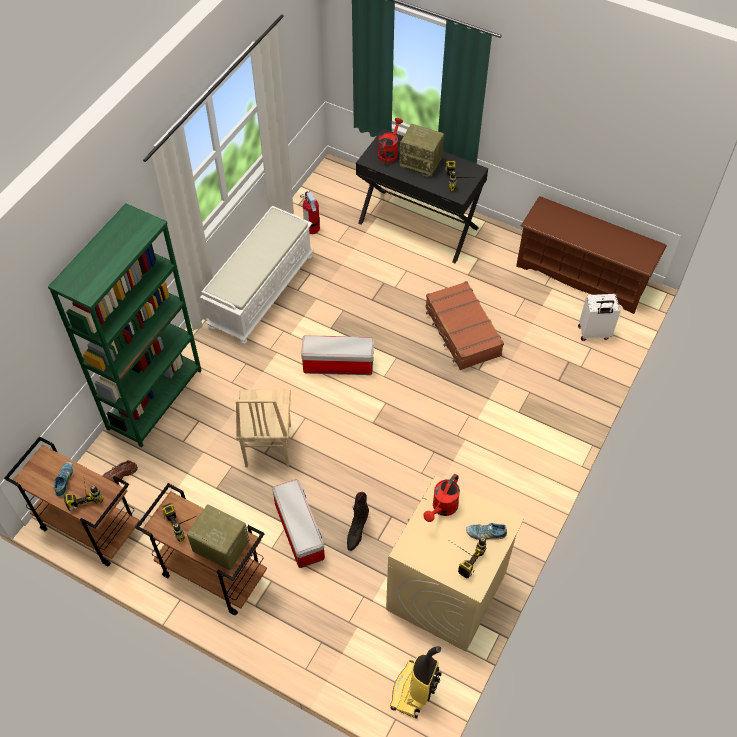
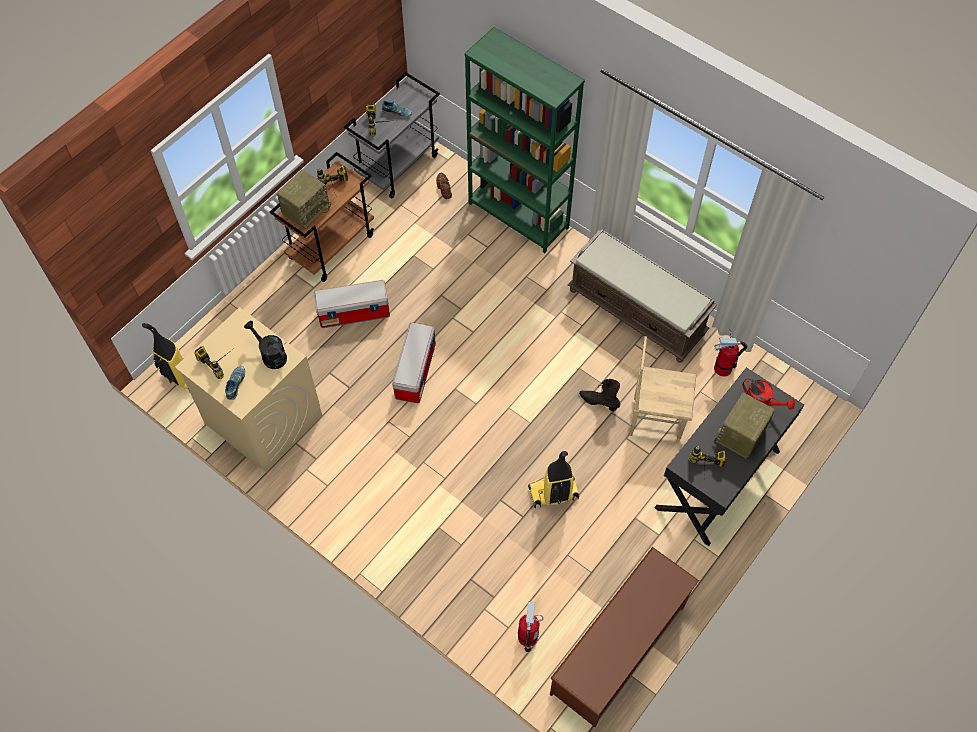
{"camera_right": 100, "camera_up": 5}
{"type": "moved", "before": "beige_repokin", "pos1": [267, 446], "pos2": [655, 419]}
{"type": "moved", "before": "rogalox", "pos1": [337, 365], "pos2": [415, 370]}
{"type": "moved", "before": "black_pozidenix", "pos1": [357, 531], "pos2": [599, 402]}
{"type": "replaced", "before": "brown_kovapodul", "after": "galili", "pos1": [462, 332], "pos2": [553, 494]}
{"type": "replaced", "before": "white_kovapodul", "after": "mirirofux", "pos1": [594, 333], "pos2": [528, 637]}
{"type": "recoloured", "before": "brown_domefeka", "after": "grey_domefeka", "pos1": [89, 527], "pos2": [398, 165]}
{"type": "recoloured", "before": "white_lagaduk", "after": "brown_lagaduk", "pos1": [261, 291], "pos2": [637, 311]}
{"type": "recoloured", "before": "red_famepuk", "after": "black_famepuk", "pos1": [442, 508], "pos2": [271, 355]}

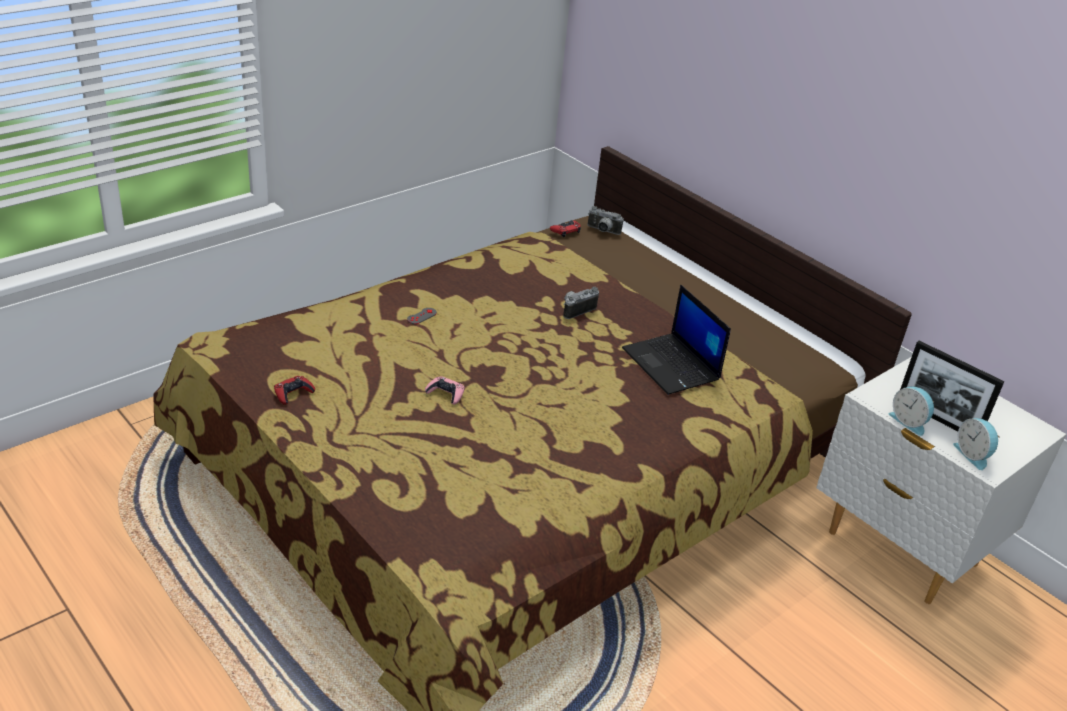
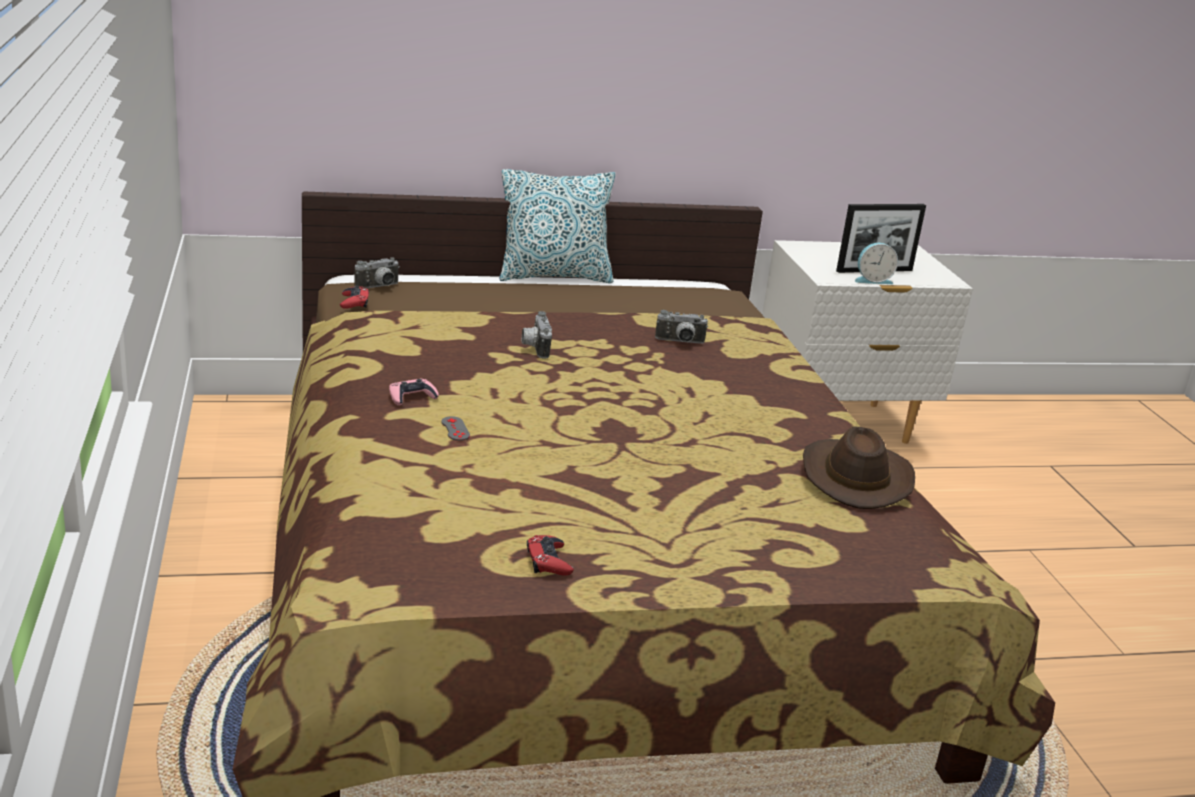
{"camera_right": -60, "camera_up": -10}
{"type": "removed", "before": "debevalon", "pos1": [973, 455]}
{"type": "added", "after": "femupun", "pos2": [554, 276]}
{"type": "added", "after": "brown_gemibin", "pos2": [854, 477]}
{"type": "moved", "before": "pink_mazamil", "pos1": [445, 393], "pos2": [412, 397]}
{"type": "replaced", "before": "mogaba", "after": "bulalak", "pos1": [672, 365], "pos2": [680, 342]}

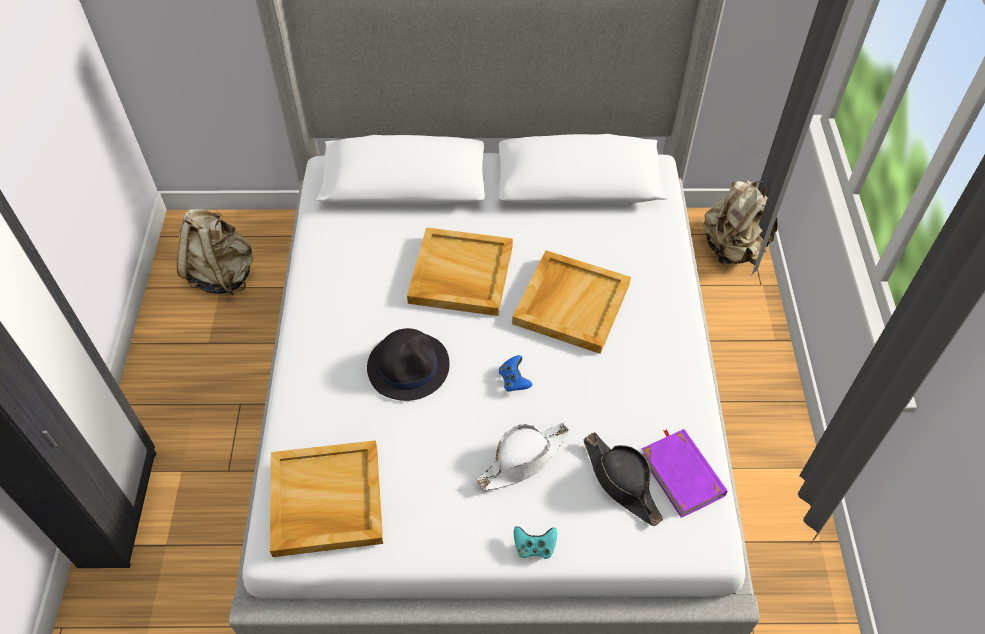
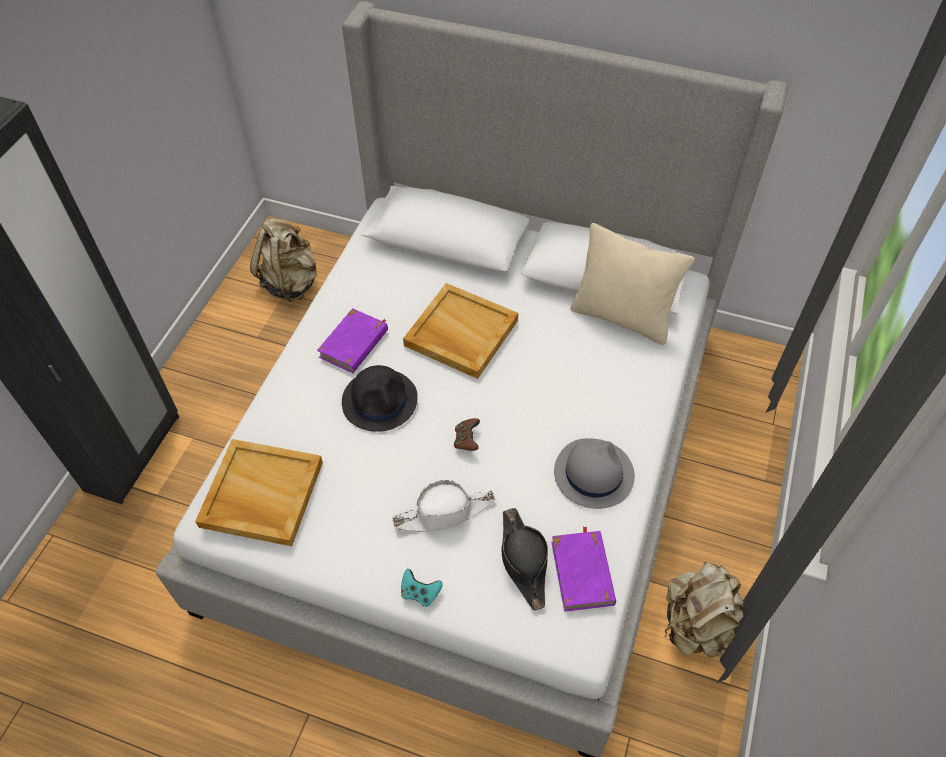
{"camera_right": 20, "camera_up": 0}
{"type": "removed", "before": "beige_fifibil", "pos1": [571, 303]}
{"type": "added", "after": "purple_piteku", "pos2": [354, 344]}
{"type": "added", "after": "grey_gemibin", "pos2": [593, 473]}
{"type": "added", "after": "beige_femupun", "pos2": [622, 317]}
{"type": "moved", "before": "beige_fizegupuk", "pos1": [732, 249], "pos2": [697, 625]}
{"type": "recoloured", "before": "blue_mazamil", "after": "brown_mazamil", "pos1": [514, 380], "pos2": [466, 440]}

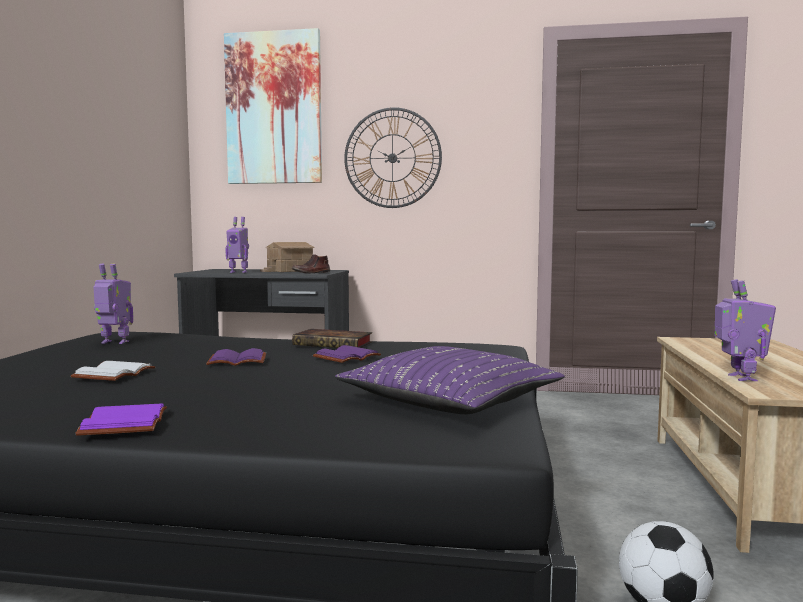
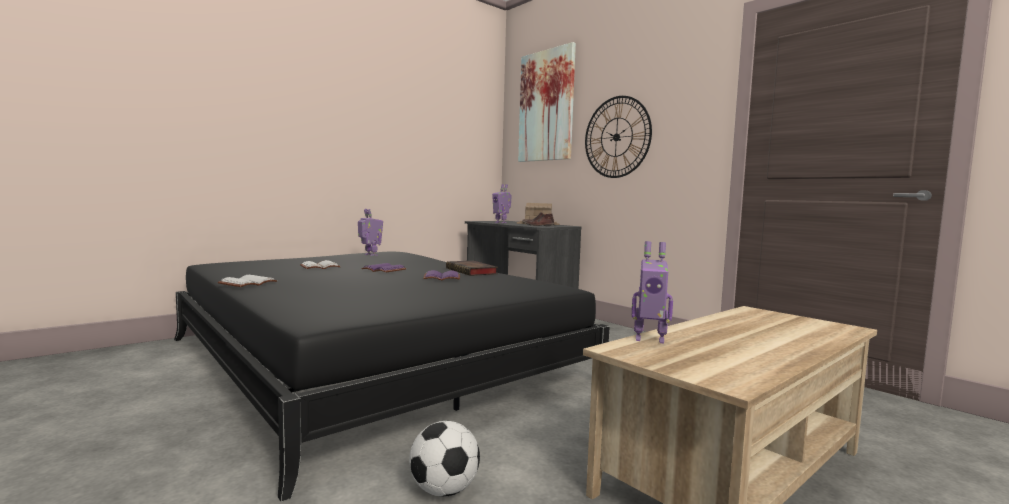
{"camera_right": 40, "camera_up": 0}
{"type": "removed", "before": "purple_femupun", "pos1": [450, 401]}
{"type": "recoloured", "before": "purple_piteku", "after": "white_piteku", "pos1": [122, 423], "pos2": [248, 283]}
{"type": "turned", "before": "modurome", "pos1": [740, 378], "pos2": [649, 339], "turn": 60}

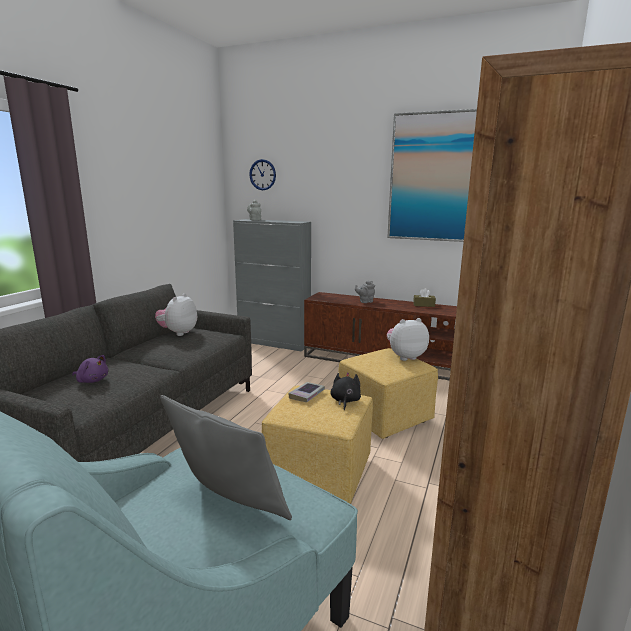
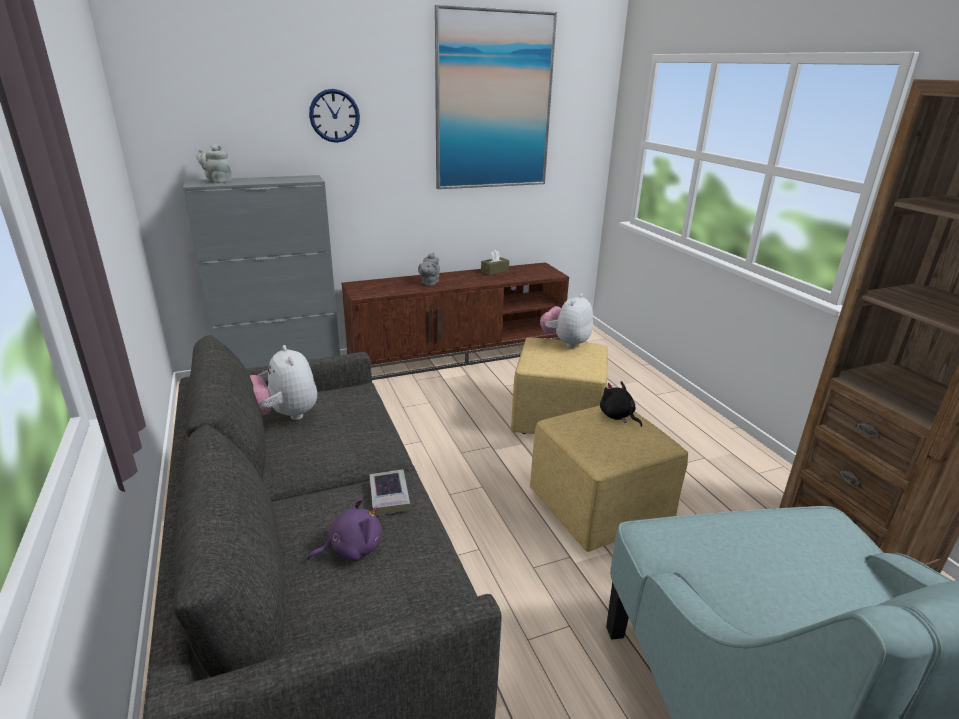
{"camera_right": -45, "camera_up": 10}
{"type": "removed", "before": "grey_femupun", "pos1": [230, 507]}
{"type": "moved", "before": "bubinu", "pos1": [262, 175], "pos2": [334, 116]}
{"type": "moved", "before": "piteku", "pos1": [307, 394], "pos2": [389, 495]}

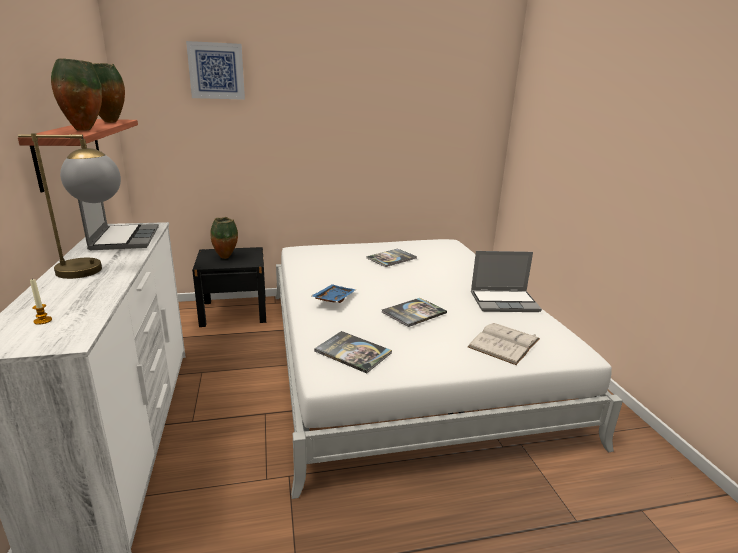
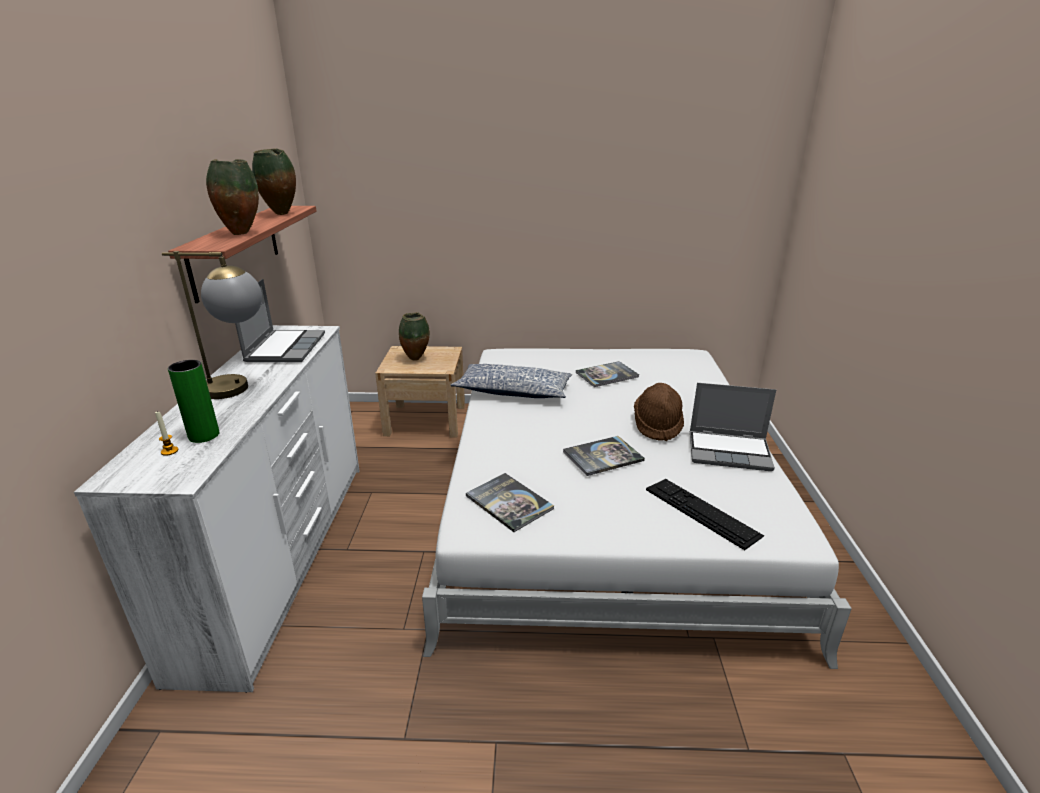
{"camera_right": 15, "camera_up": 5}
{"type": "removed", "before": "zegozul", "pos1": [216, 71]}
{"type": "removed", "before": "blue_fifibil", "pos1": [333, 299]}
{"type": "added", "after": "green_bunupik", "pos2": [204, 435]}
{"type": "added", "after": "femupun", "pos2": [513, 391]}
{"type": "added", "after": "brown_gemibin", "pos2": [657, 425]}
{"type": "replaced", "before": "white_piteku", "after": "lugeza", "pos1": [504, 343], "pos2": [701, 512]}
{"type": "recoloured", "before": "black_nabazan", "after": "beige_nabazan", "pos1": [234, 311], "pos2": [425, 420]}

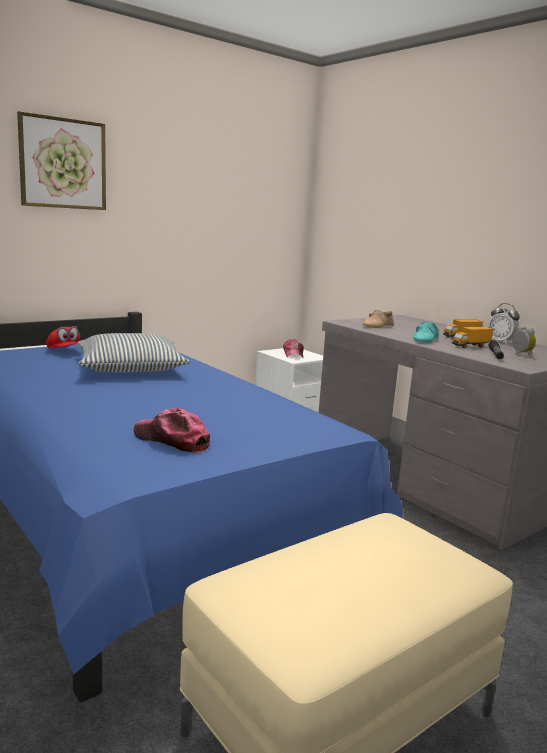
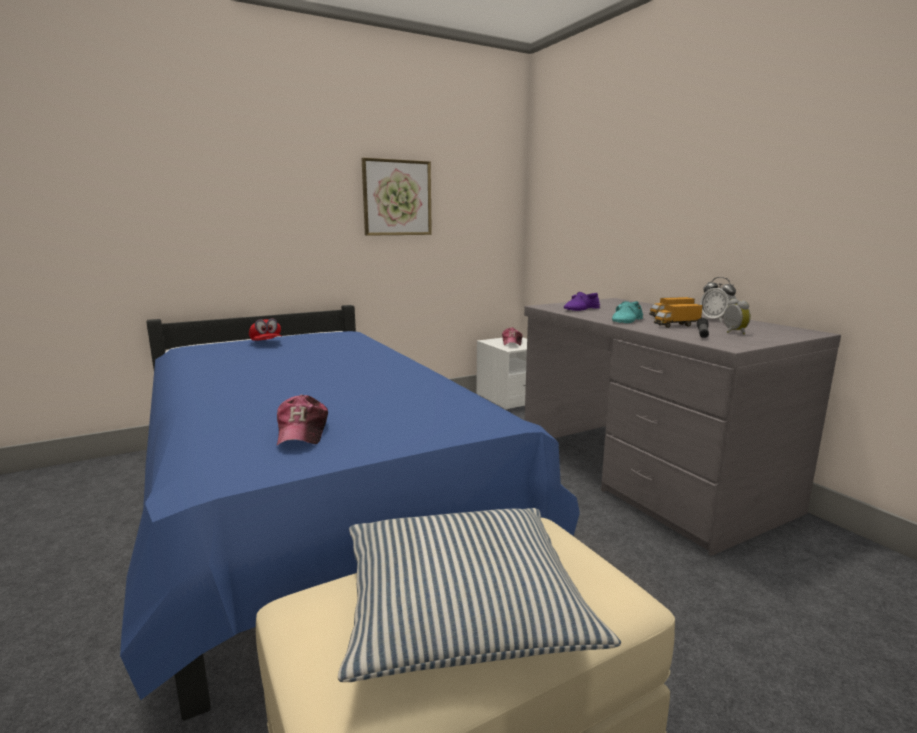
{"camera_right": 10, "camera_up": 0}
{"type": "moved", "before": "zegozul", "pos1": [63, 163], "pos2": [397, 198]}
{"type": "moved", "before": "femupun", "pos1": [130, 367], "pos2": [461, 607]}
{"type": "recoloured", "before": "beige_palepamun", "after": "purple_palepamun", "pos1": [378, 326], "pos2": [582, 309]}
{"type": "turned", "before": "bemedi", "pos1": [172, 440], "pos2": [302, 432], "turn": -135}

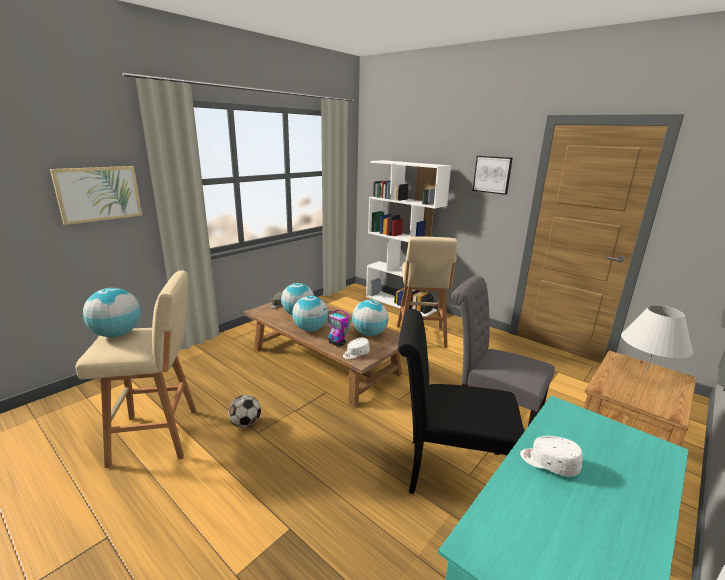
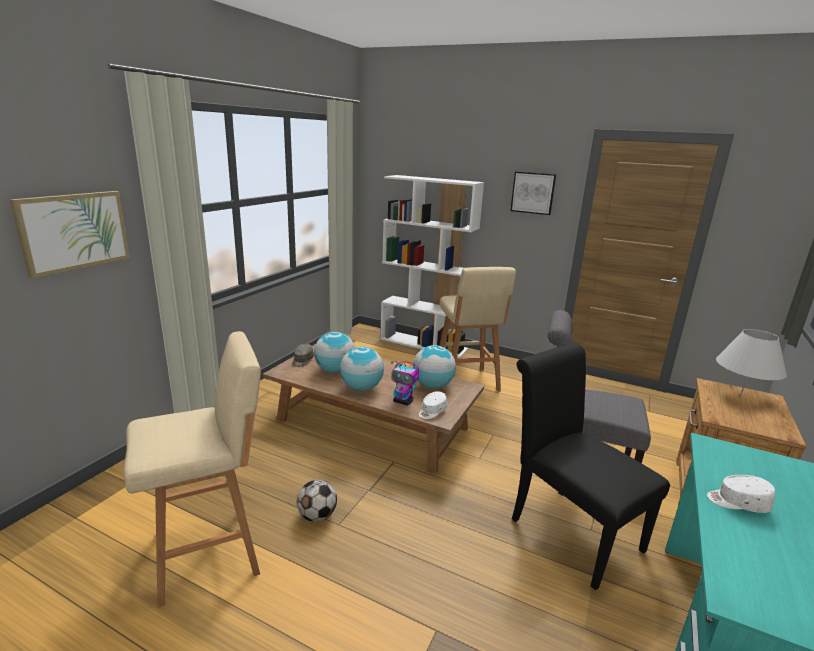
{"camera_right": -15, "camera_up": 0}
{"type": "removed", "before": "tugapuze", "pos1": [117, 334]}
{"type": "turned", "before": "black_repokin", "pos1": [447, 470], "pos2": [568, 529], "turn": 60}

